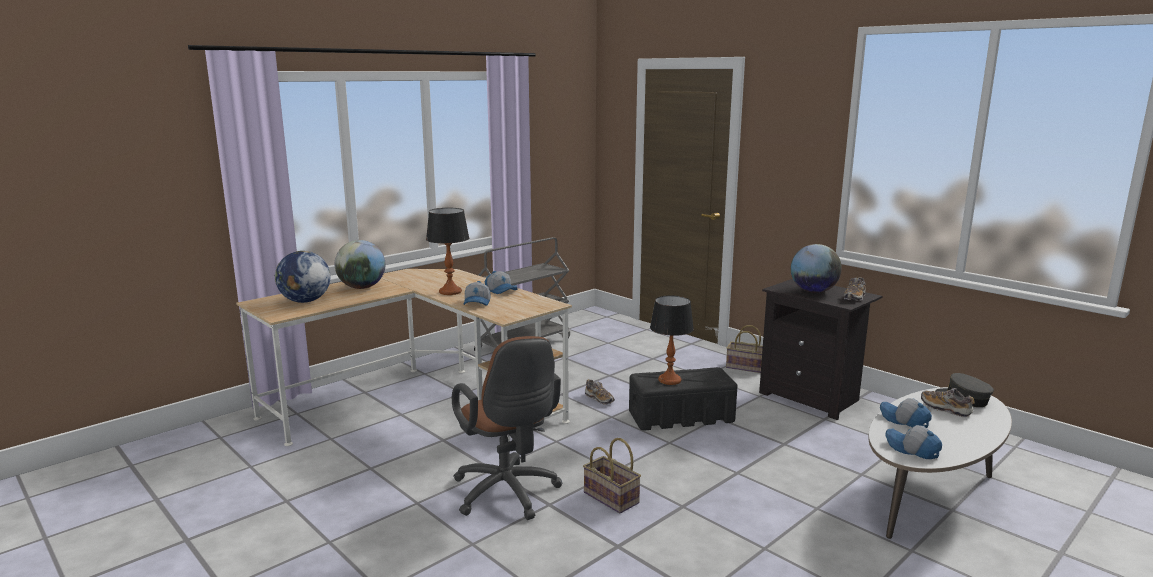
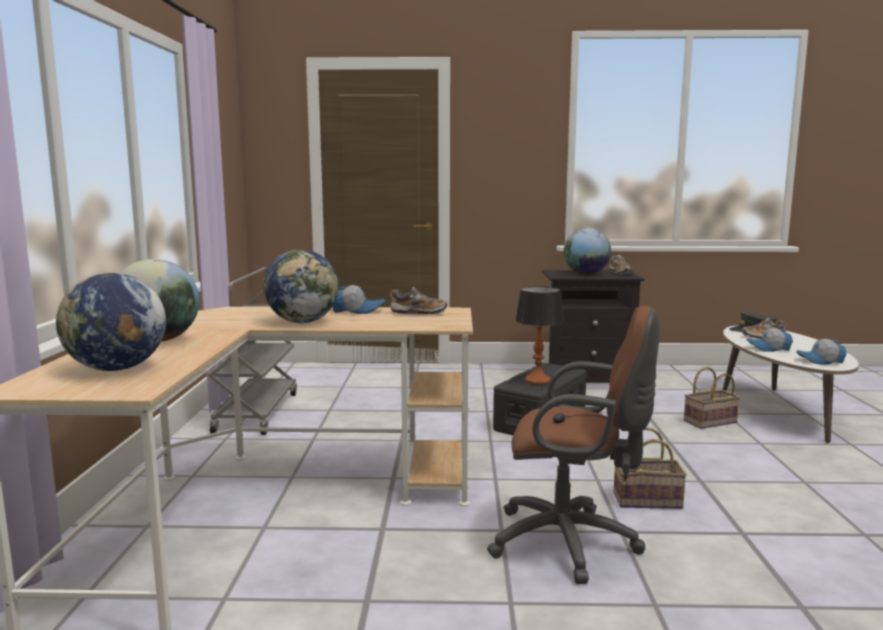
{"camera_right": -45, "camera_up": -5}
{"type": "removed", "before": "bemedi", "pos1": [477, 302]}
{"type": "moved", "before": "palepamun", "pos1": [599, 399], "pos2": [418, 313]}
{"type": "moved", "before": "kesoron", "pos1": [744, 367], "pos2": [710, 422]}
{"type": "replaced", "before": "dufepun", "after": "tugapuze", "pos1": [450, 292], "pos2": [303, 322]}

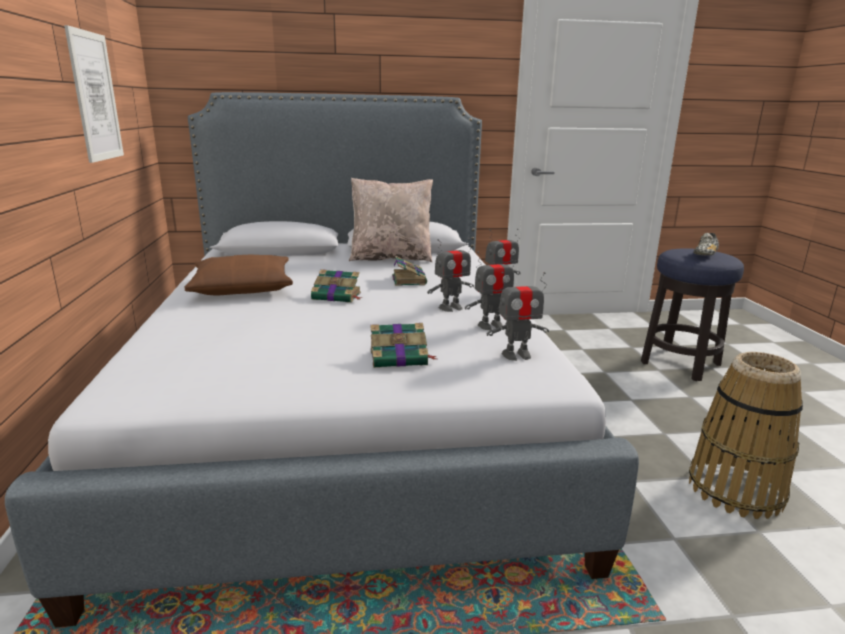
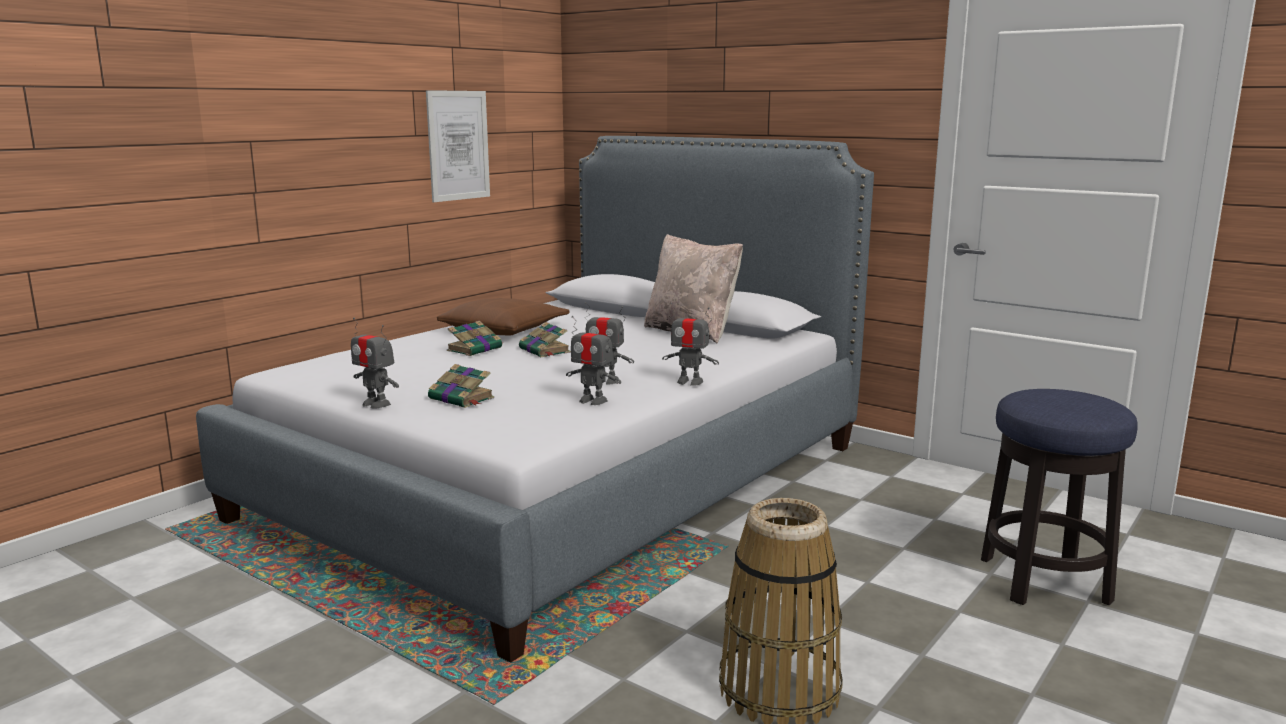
{"camera_right": 45, "camera_up": -5}
{"type": "removed", "before": "palepamun", "pos1": [705, 255]}
{"type": "moved", "before": "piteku", "pos1": [408, 279], "pos2": [475, 349]}
{"type": "moved", "before": "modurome", "pos1": [516, 355], "pos2": [376, 404]}

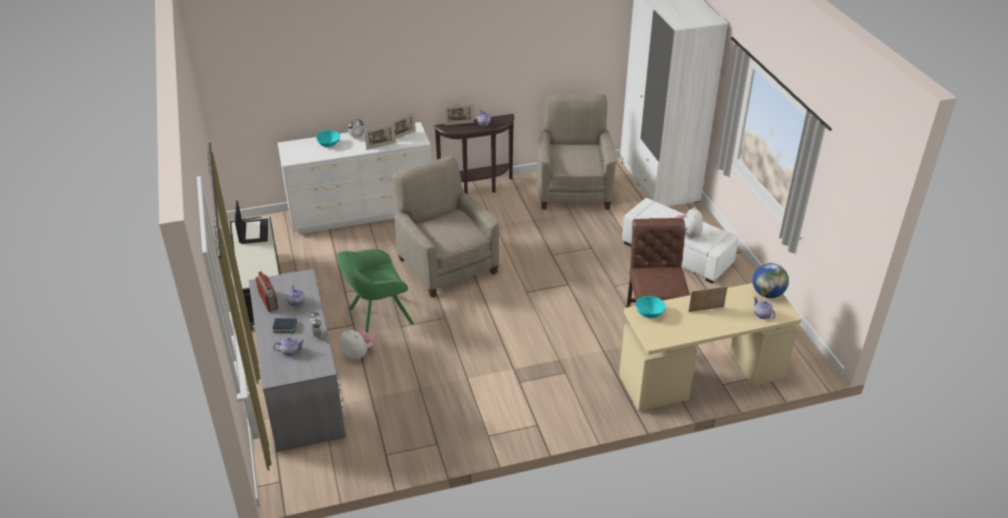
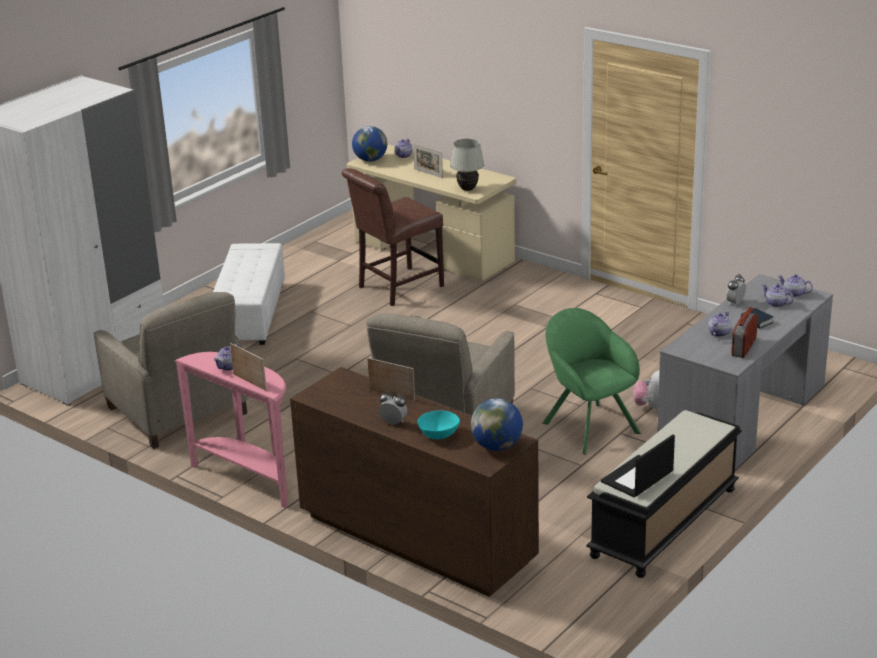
{"camera_right": -125, "camera_up": -10}
{"type": "removed", "before": "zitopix", "pos1": [403, 136]}
{"type": "removed", "before": "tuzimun", "pos1": [687, 235]}
{"type": "added", "after": "tugapuze", "pos2": [497, 446]}
{"type": "added", "after": "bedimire", "pos2": [793, 293]}
{"type": "replaced", "before": "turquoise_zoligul", "after": "white_dufepun", "pos1": [649, 313], "pos2": [468, 189]}
{"type": "recoloured", "before": "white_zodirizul", "after": "brown_zodirizul", "pos1": [362, 213], "pos2": [416, 538]}
{"type": "recoloured", "before": "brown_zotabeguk", "after": "pink_zotabeguk", "pos1": [478, 188], "pos2": [248, 478]}
{"type": "turned", "before": "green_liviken", "pos1": [377, 317], "pos2": [588, 425], "turn": -150}
{"type": "turned", "before": "beige_liviken", "pos1": [573, 190], "pos2": [178, 411], "turn": -90}

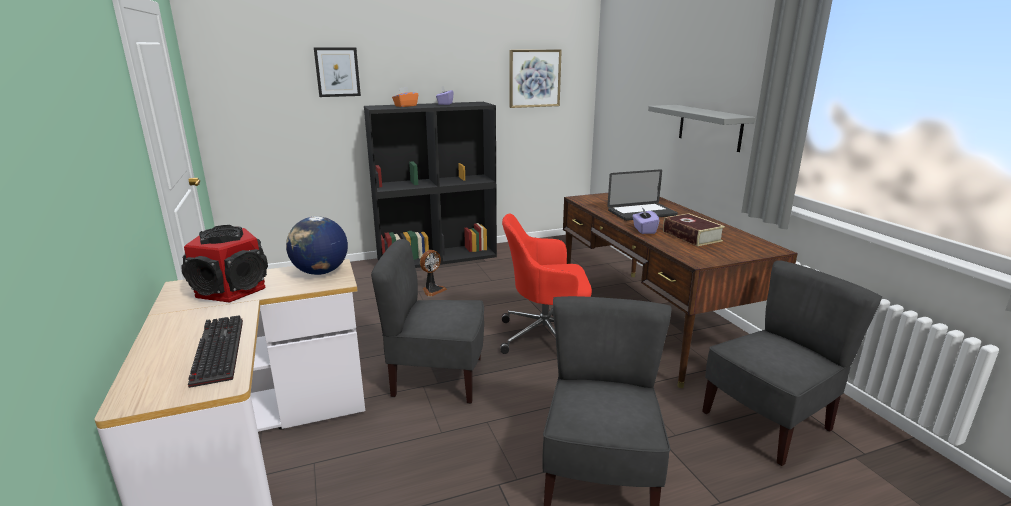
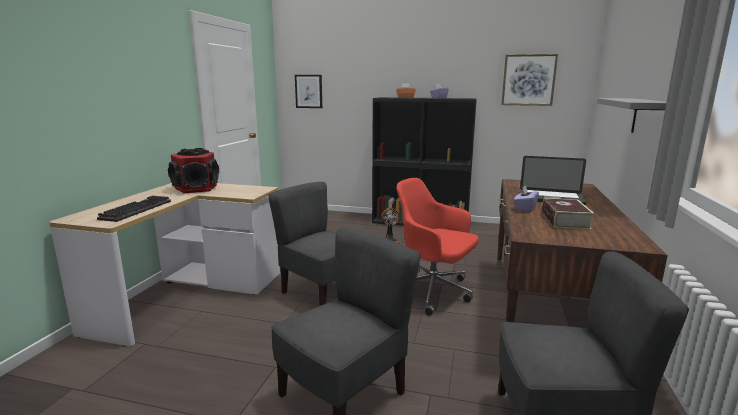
{"camera_right": 35, "camera_up": -5}
{"type": "removed", "before": "tugapuze", "pos1": [320, 272]}
{"type": "moved", "before": "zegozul", "pos1": [337, 72], "pos2": [308, 91]}

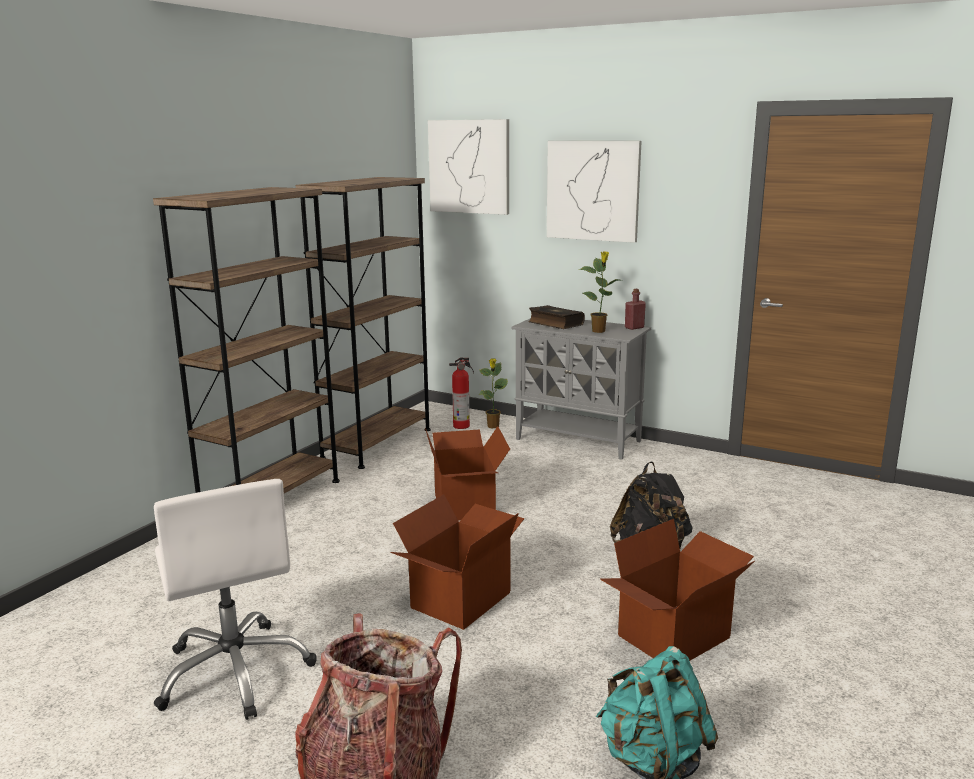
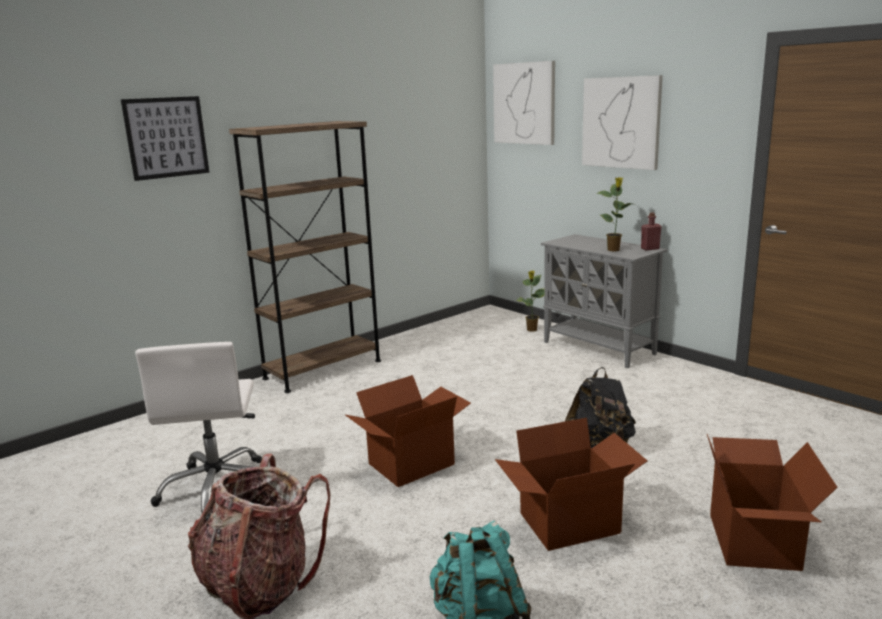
{"camera_right": 20, "camera_up": 0}
{"type": "removed", "before": "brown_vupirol", "pos1": [377, 443]}
{"type": "removed", "before": "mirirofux", "pos1": [462, 426]}
{"type": "removed", "before": "piteku", "pos1": [555, 324]}
{"type": "added", "after": "zegozul", "pos2": [166, 137]}
{"type": "moved", "before": "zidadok", "pos1": [466, 505], "pos2": [755, 541]}

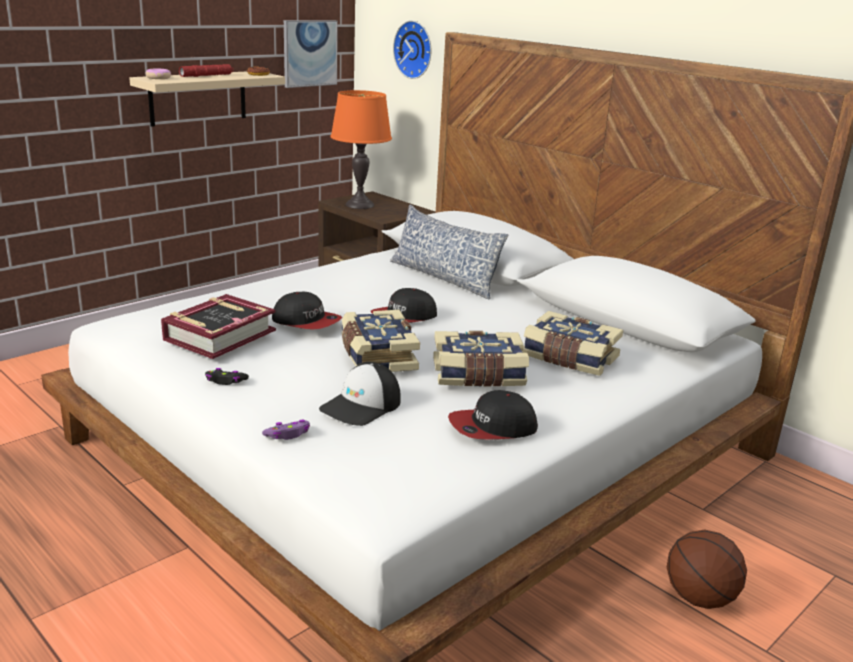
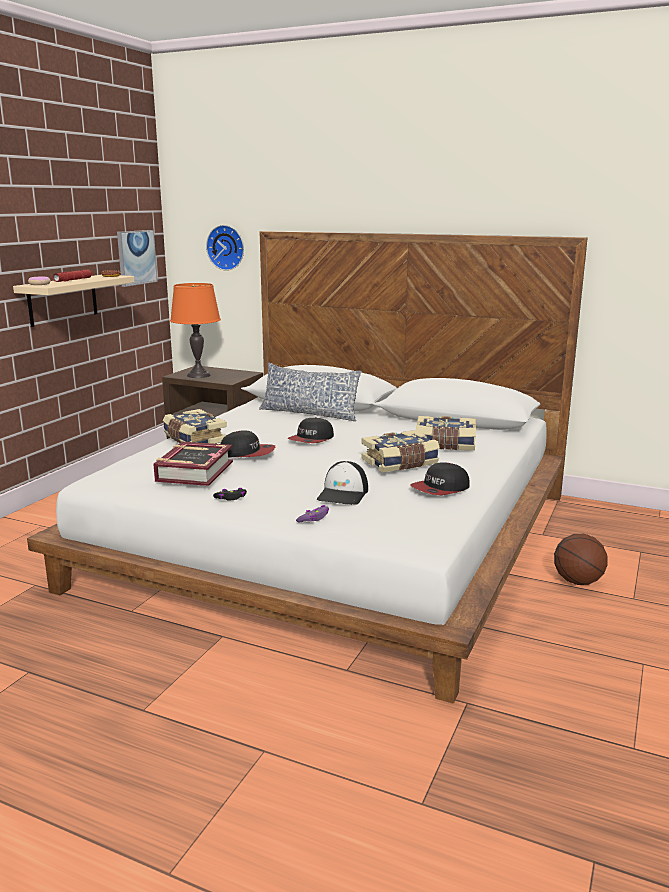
{"camera_right": -20, "camera_up": -5}
{"type": "moved", "before": "piteku", "pos1": [376, 356], "pos2": [194, 439]}

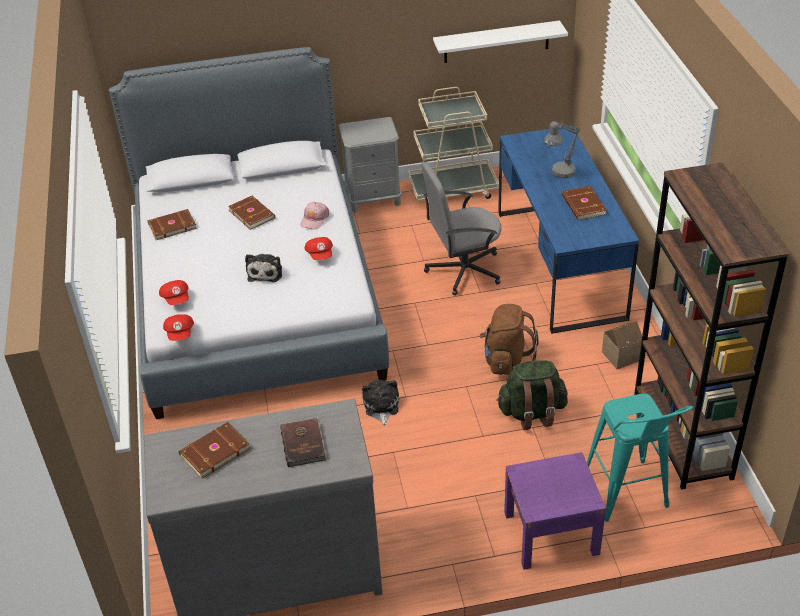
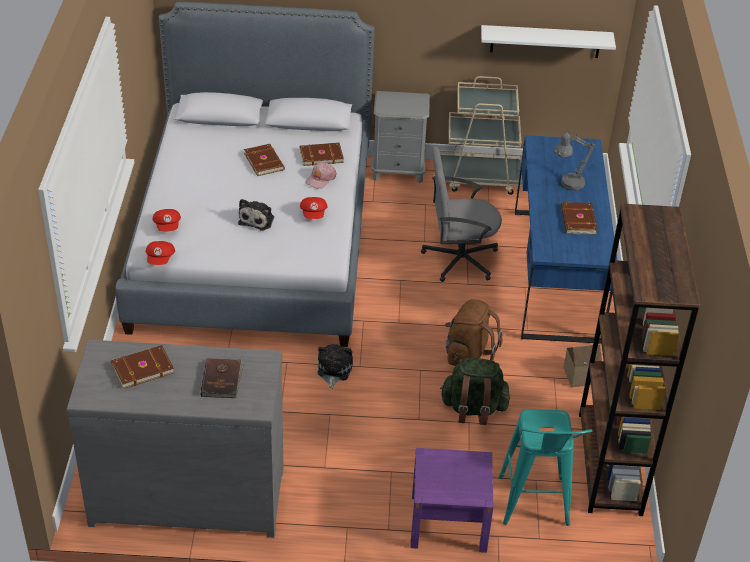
{"camera_right": 10, "camera_up": 0}
{"type": "moved", "before": "brown_piteku", "pos1": [171, 226], "pos2": [321, 155]}

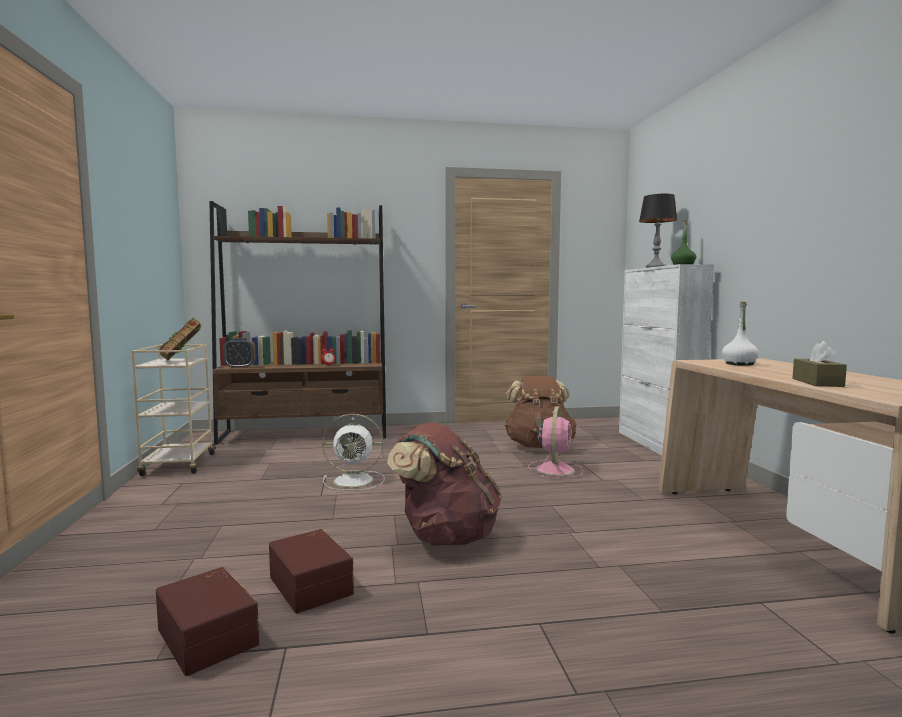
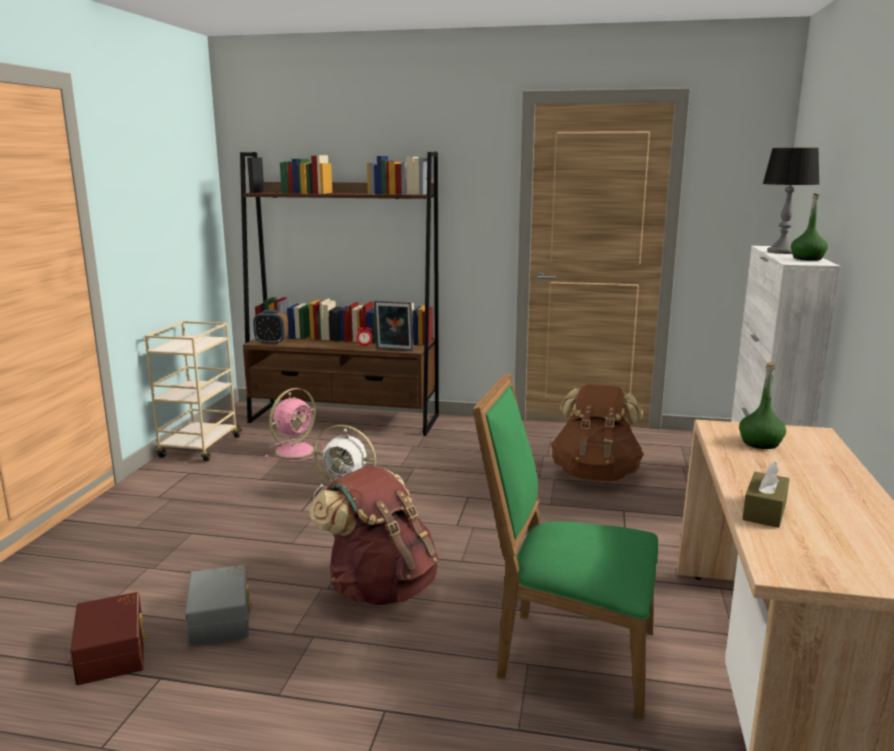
{"camera_right": 20, "camera_up": 10}
{"type": "removed", "before": "piteku", "pos1": [181, 361]}
{"type": "added", "after": "zitopix", "pos2": [394, 350]}
{"type": "added", "after": "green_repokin", "pos2": [567, 654]}
{"type": "moved", "before": "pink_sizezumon", "pos1": [555, 469], "pos2": [296, 450]}
{"type": "recoloured", "before": "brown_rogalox", "after": "grey_rogalox", "pos1": [312, 584], "pos2": [222, 618]}
{"type": "recoloured", "before": "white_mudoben", "after": "green_mudoben", "pos1": [739, 364], "pos2": [760, 443]}

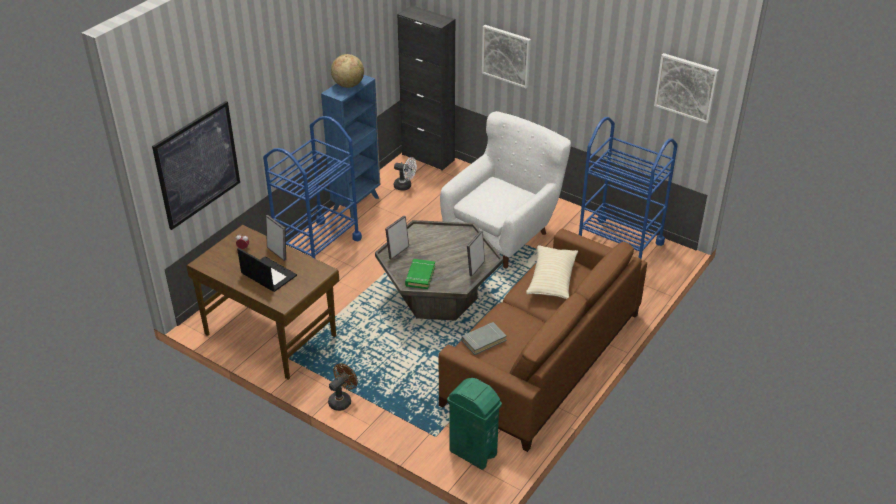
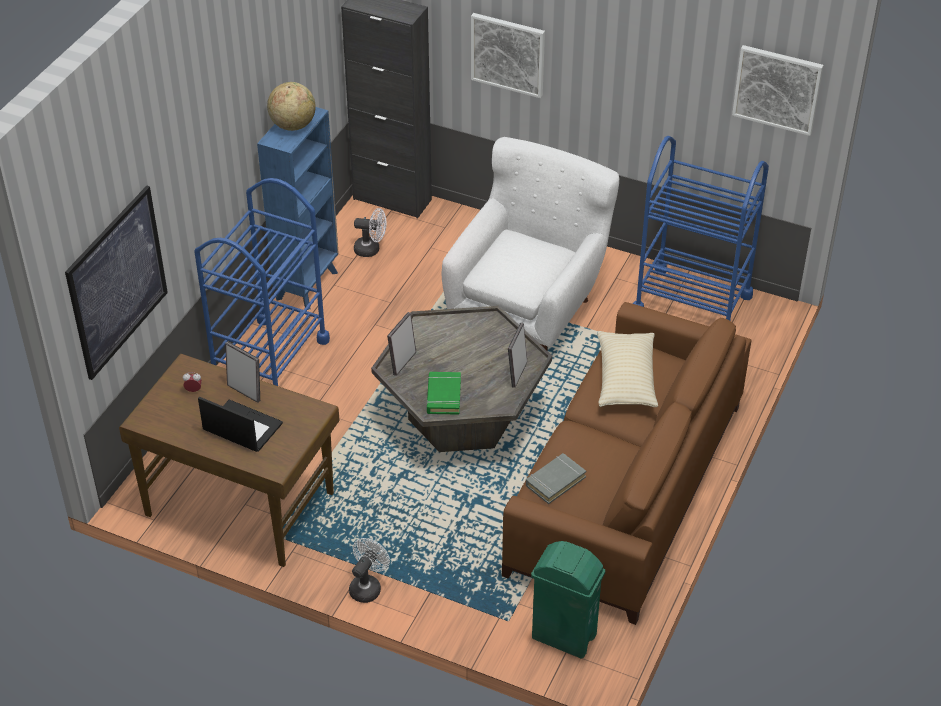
{"camera_right": -10, "camera_up": 5}
{"type": "recoloured", "before": "brown_sizezumon", "after": "white_sizezumon", "pos1": [342, 400], "pos2": [367, 586]}

